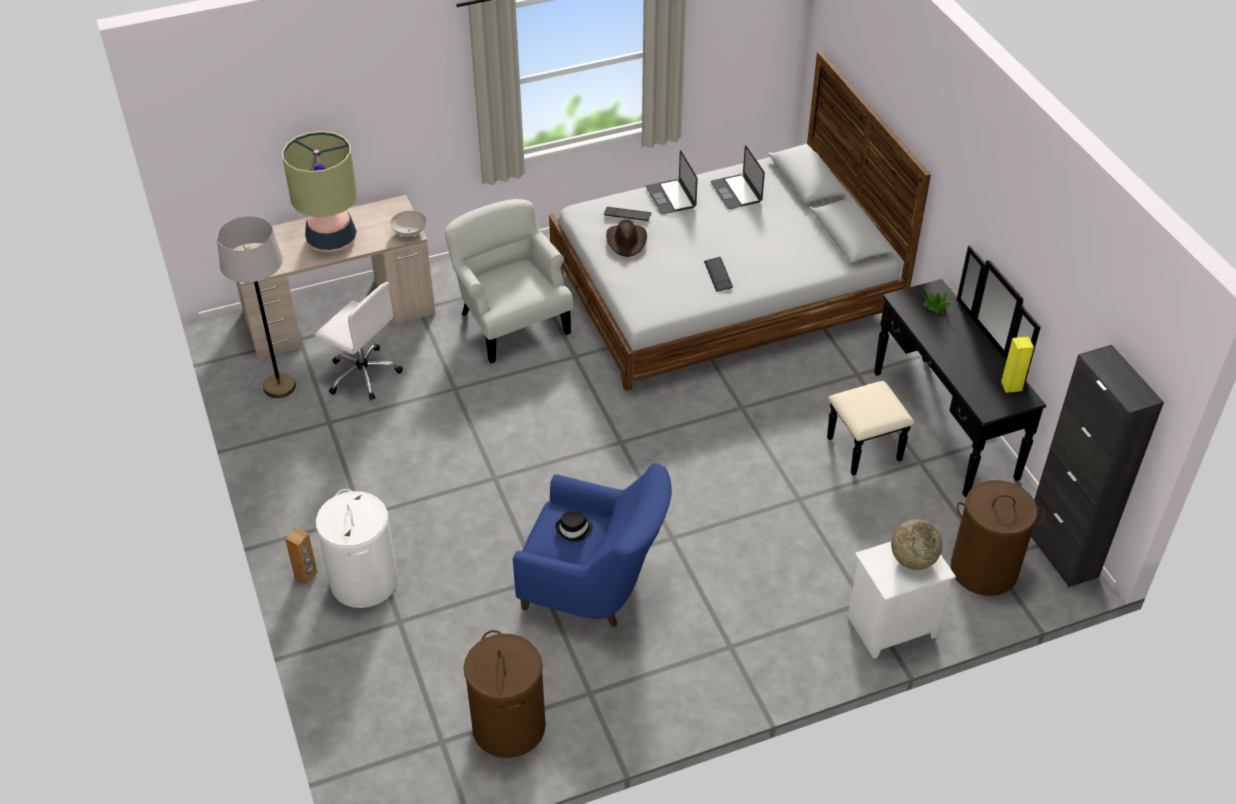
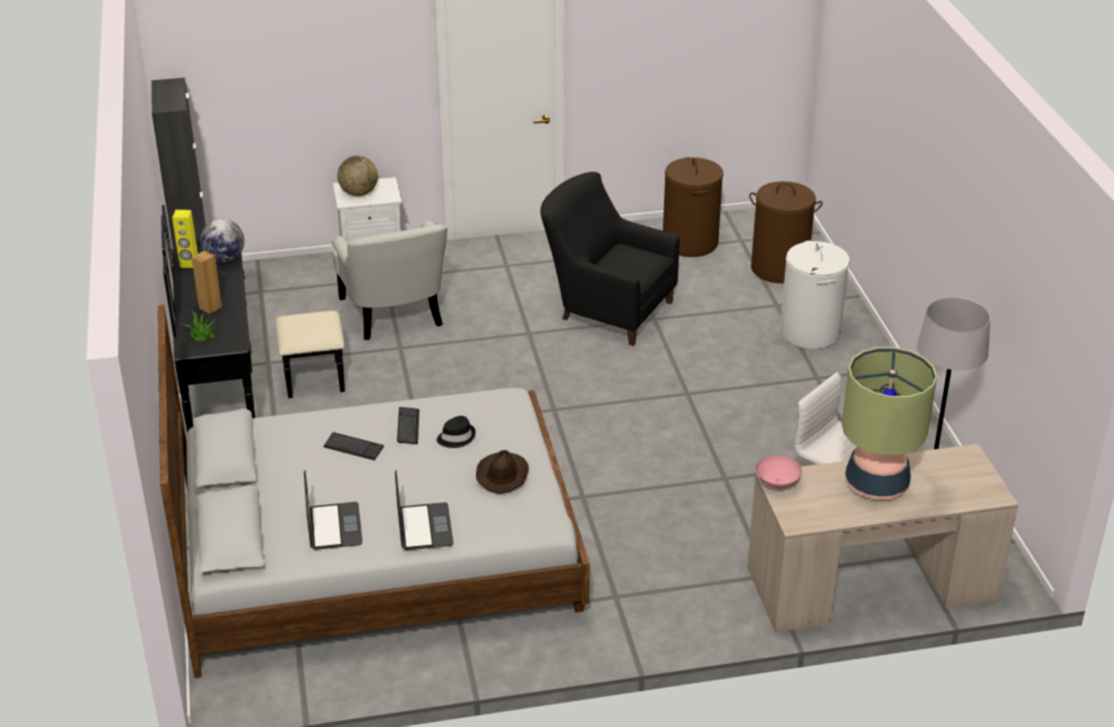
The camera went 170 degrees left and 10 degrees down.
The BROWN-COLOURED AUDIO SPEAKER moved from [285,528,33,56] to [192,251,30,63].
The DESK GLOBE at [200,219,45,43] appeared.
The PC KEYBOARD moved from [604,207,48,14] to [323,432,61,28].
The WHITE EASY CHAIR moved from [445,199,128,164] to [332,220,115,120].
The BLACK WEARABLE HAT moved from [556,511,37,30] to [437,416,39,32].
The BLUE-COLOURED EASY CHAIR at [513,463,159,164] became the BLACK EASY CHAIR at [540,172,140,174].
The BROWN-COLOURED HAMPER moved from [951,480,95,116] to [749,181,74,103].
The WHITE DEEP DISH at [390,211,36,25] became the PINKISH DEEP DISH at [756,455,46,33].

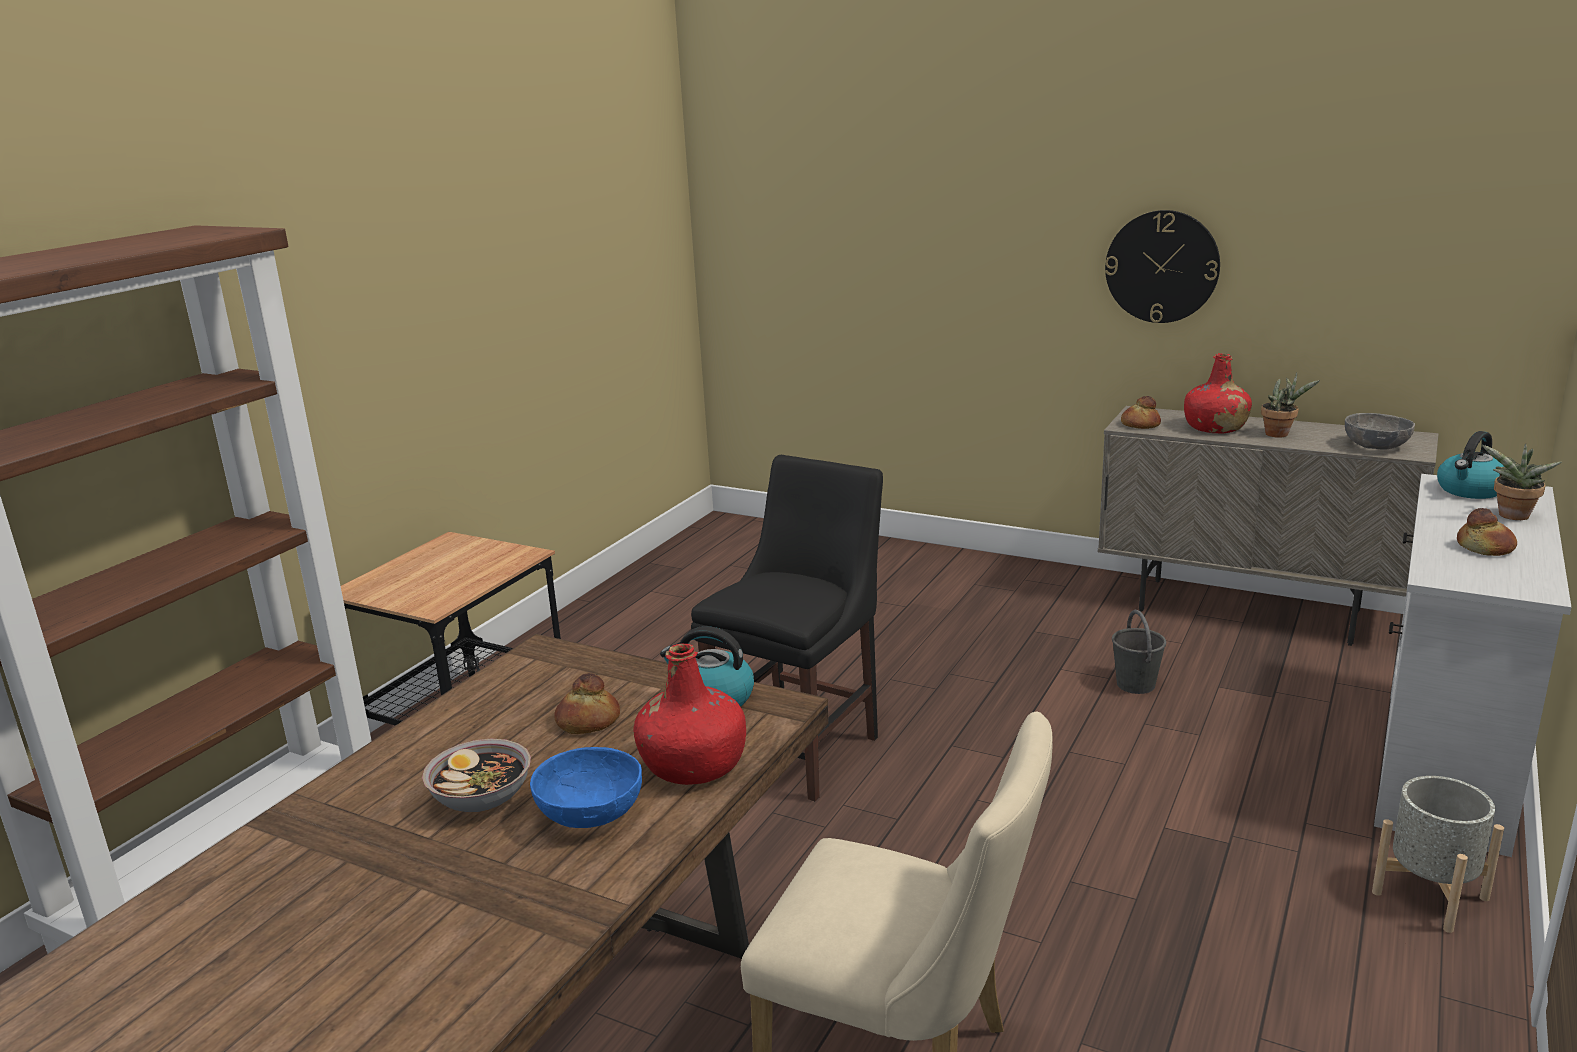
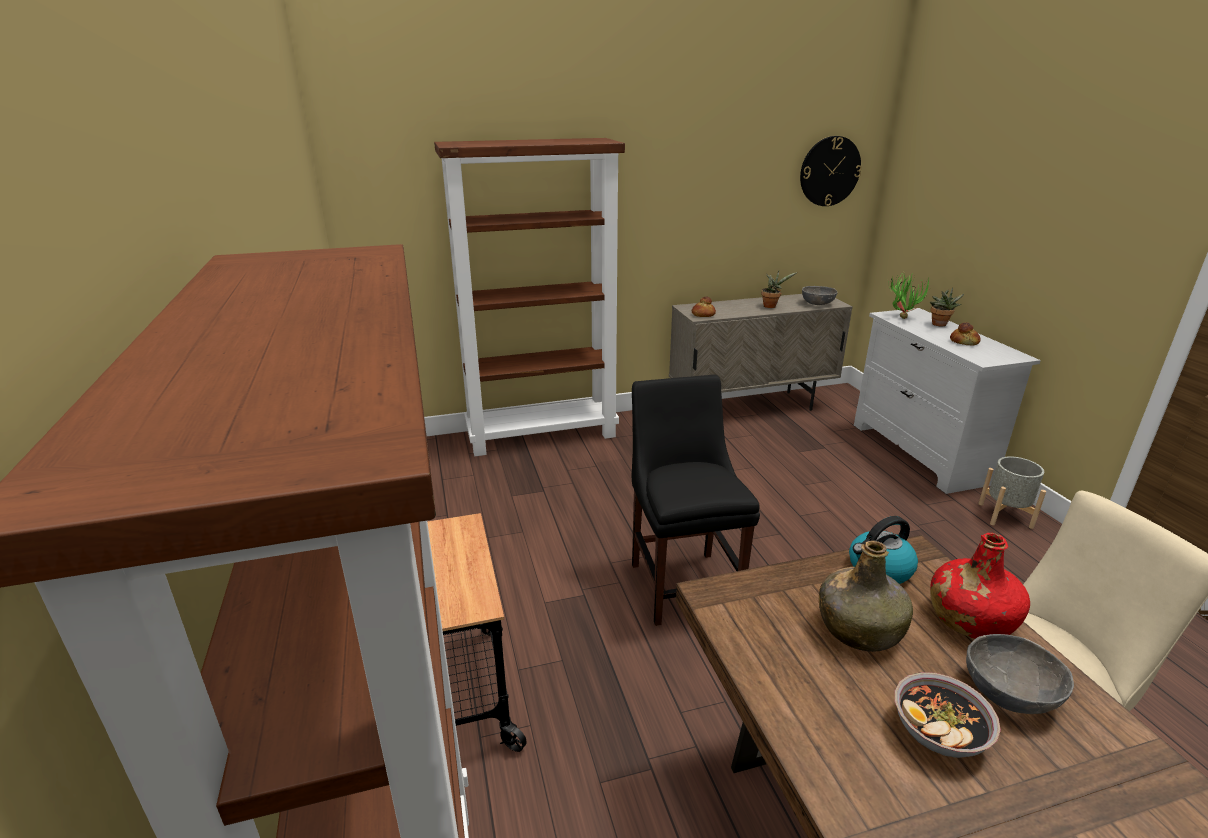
The camera went 45 degrees left and 5 degrees up.
The BROWN-COLOURED SHELVING UNIT at [434,138,191,318] appeared.
The CLOCK ON THE WALL moved from [1105,210,115,113] to [800,136,62,70].
The BREAD at [554,673,66,61] was replaced by the GREEN BEVERAGE BOTTLE at [819,540,94,112].
The TEA KETTLE at [1437,431,68,68] was replaced by the PLANT IN A POT at [888,272,41,47].
The BLUE-COLOURED DEEP DISH at [530,747,112,81] became the GREY DEEP DISH at [966,634,108,80].
The GREY BUCKET at [1112,610,54,84] disappeared.
The RED BEVERAGE BOTTLE at [1184,353,68,81] disappeared.

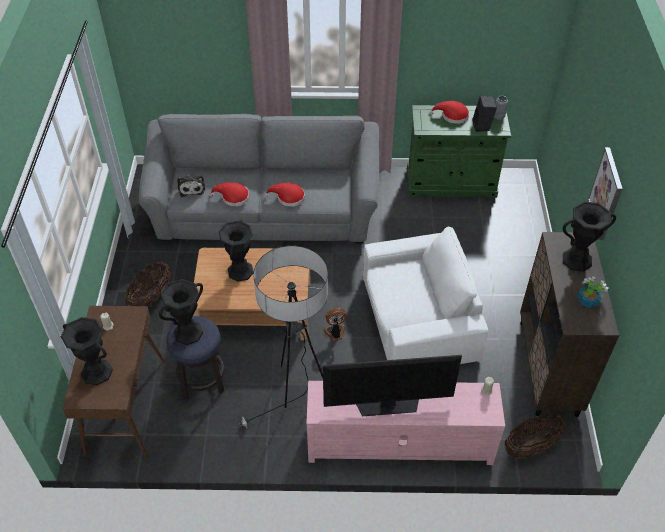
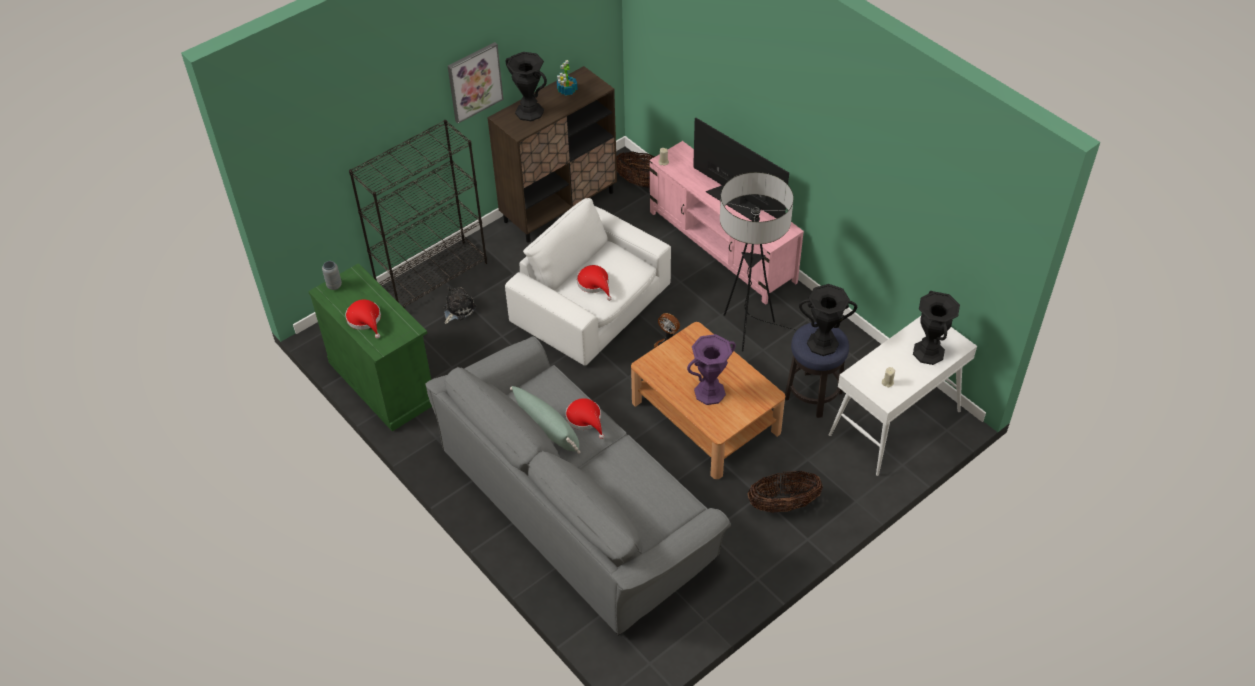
The camera went 130 degrees left and 0 degrees up.
The BLACK SHELVING UNIT at [349,120,138,188] appeared.
The CUDDLY TOY moved from [177,175,28,22] to [443,286,33,38].
The GREEN CUSHION at [510,386,71,68] appeared.
The RED WEARABLE HAT moved from [209,182,40,24] to [577,265,35,36].
The BLACK VASE at [219,220,35,62] became the PURPLE-COLOURED VASE at [687,334,49,71].
The BROWN-COLOURED NARROW TABLE at [62,306,103,152] became the WHITE NARROW TABLE at [829,316,148,160].
The BLACK AUDIO SPEAKER at [473,96,24,36] disappeared.

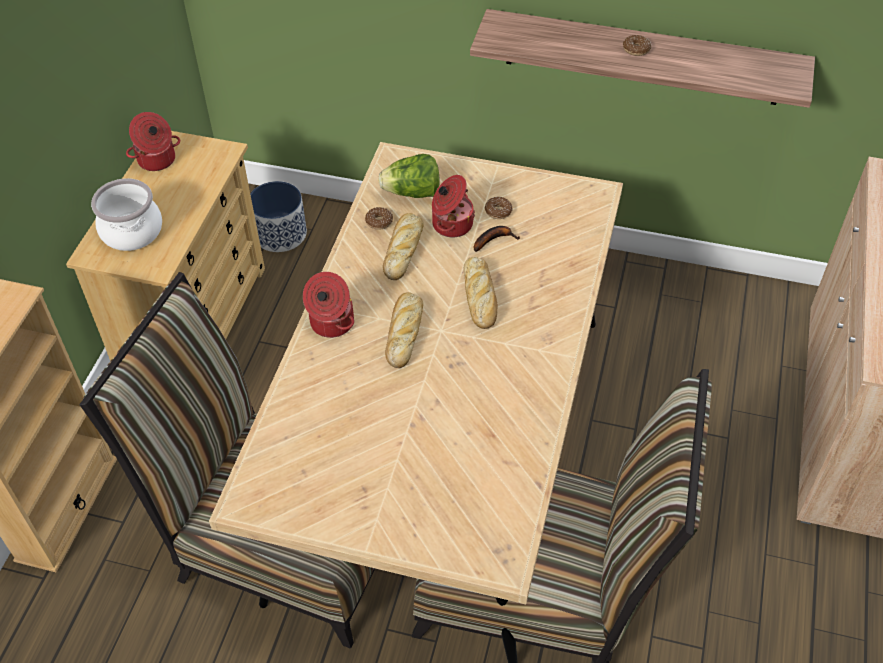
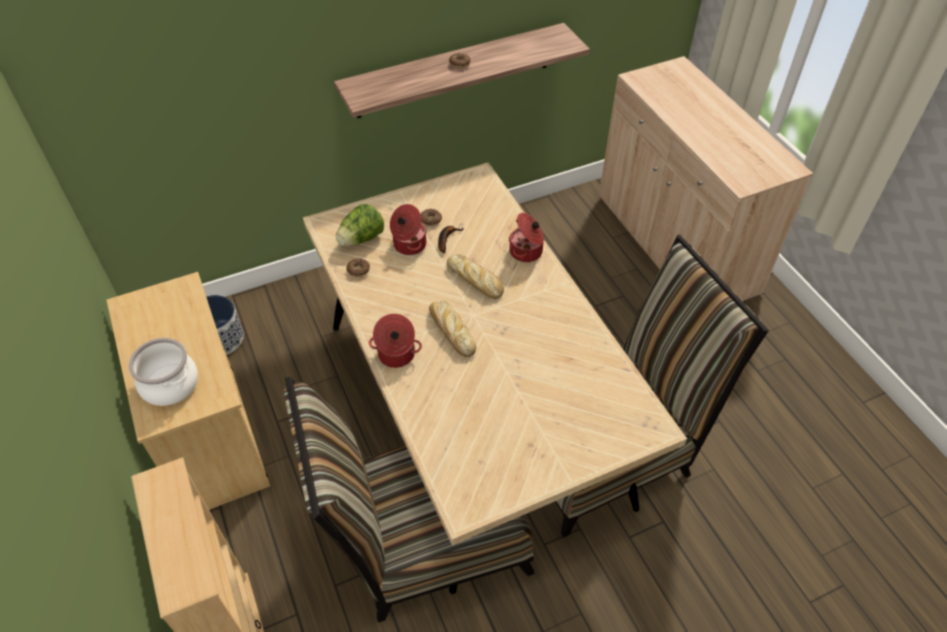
The camera went 40 degrees left and 0 degrees up.
The COOKING POT moved from [126,112,54,59] to [509,213,35,49].
The BREAD at [383,213,41,67] disappeared.

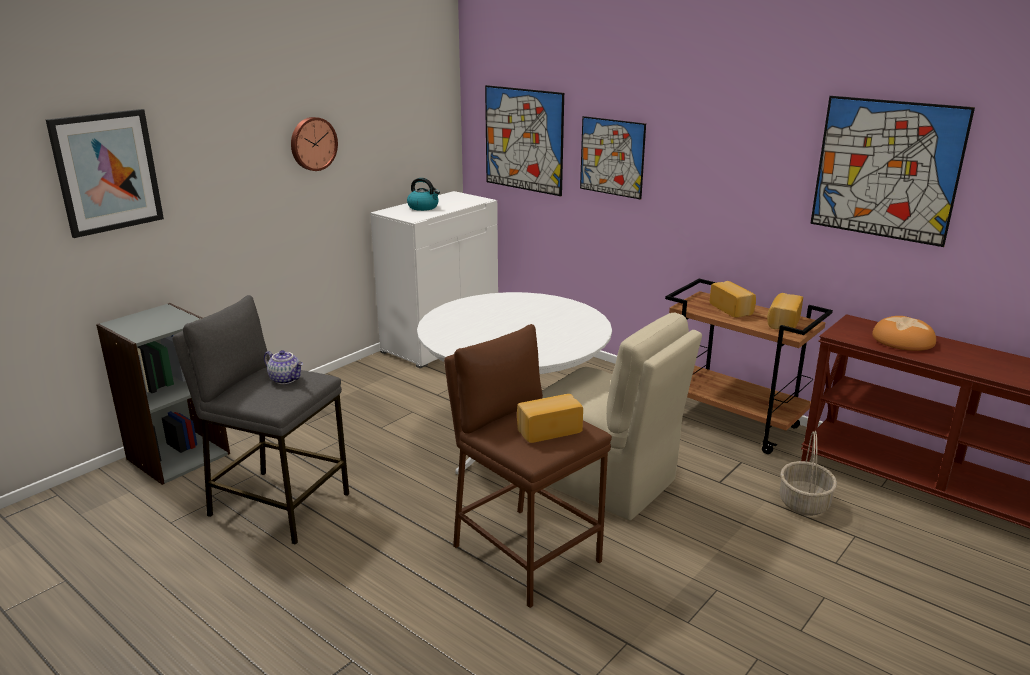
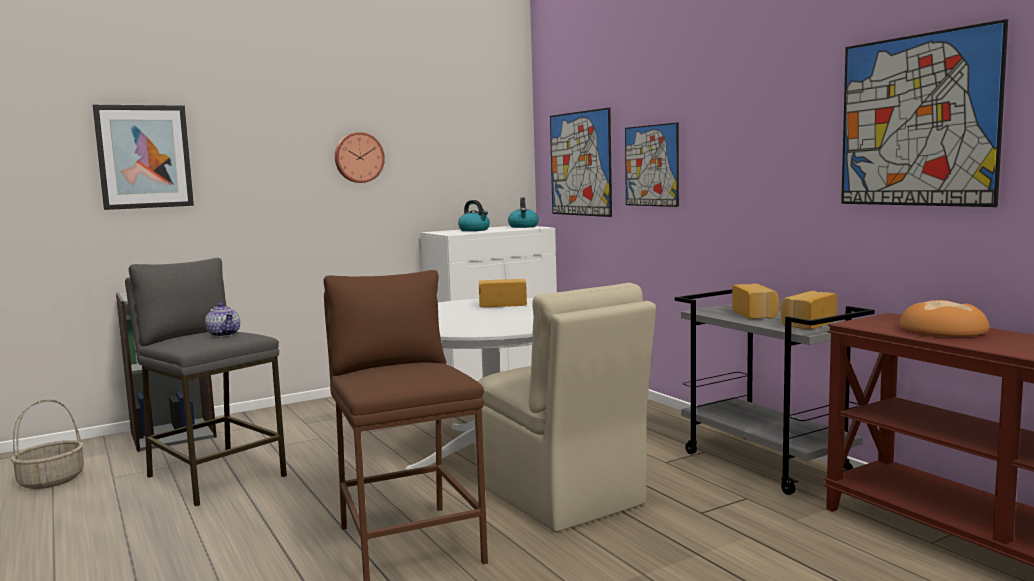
The camera went 20 degrees right and 15 degrees down.
The HOUSEHOLD BASKET moved from [780,431,57,85] to [11,399,73,90].
The BREAD moved from [517,394,66,49] to [479,279,48,28].
The TEA KETTLE at [508,197,31,31] appeared.
The BROWN-COLOURED WHEELED CART at [665,279,168,175] became the GREY WHEELED CART at [675,289,200,206].

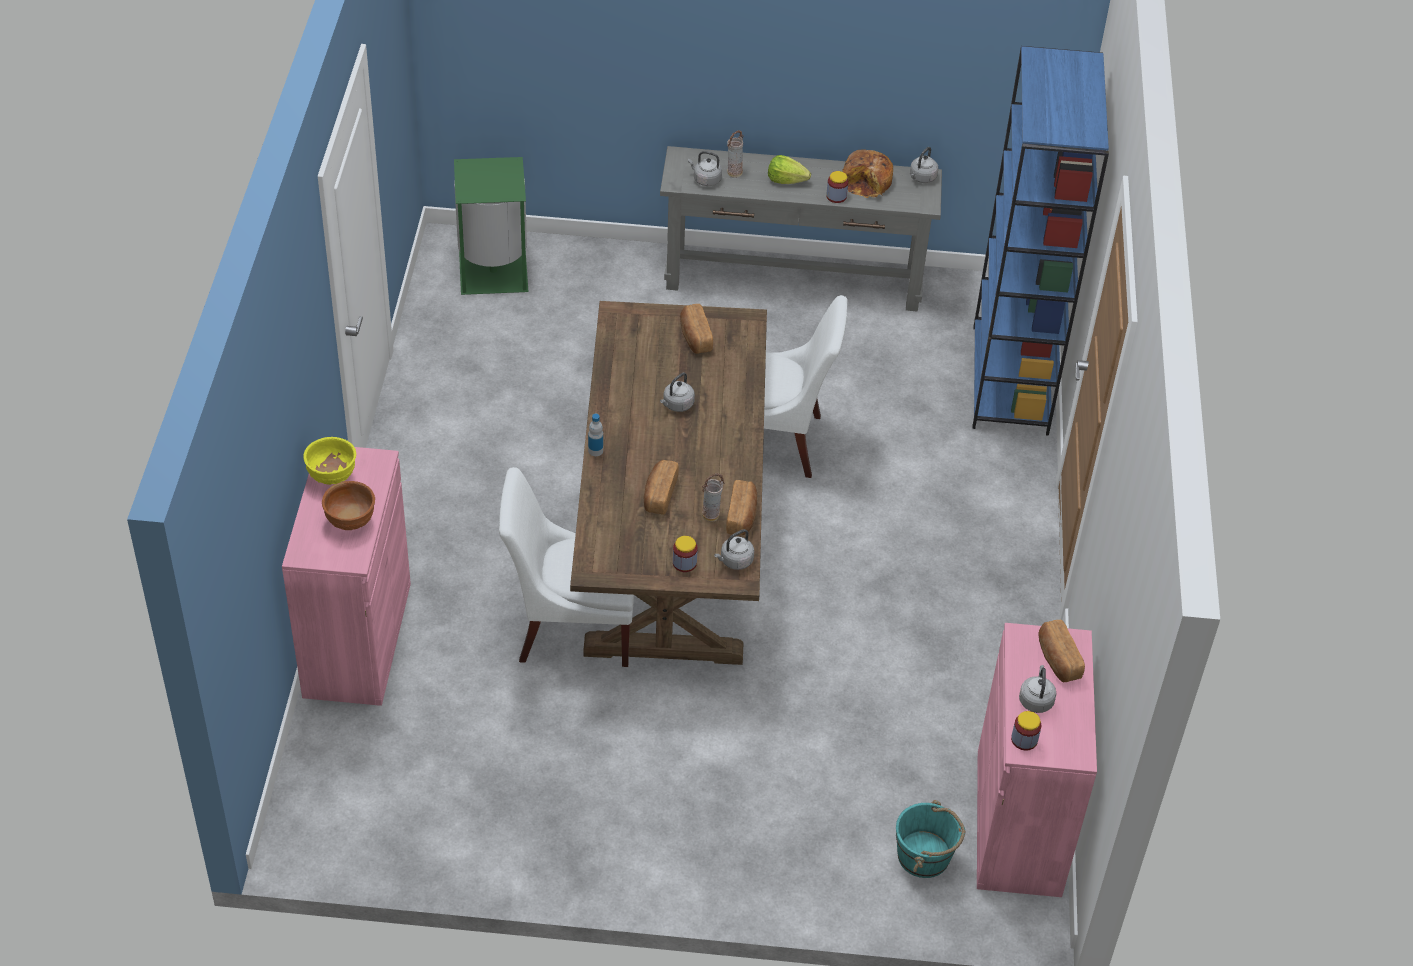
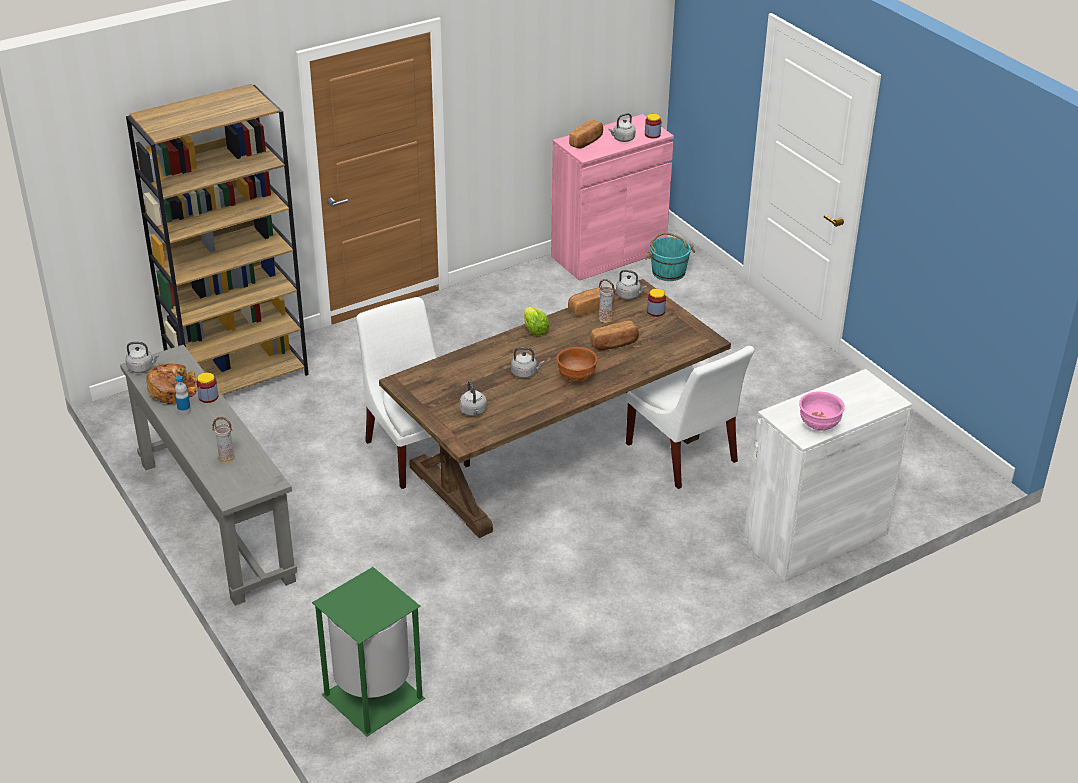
The camera went 125 degrees left and 10 degrees down.
The BLUE-COLOURED SHELVING UNIT at [972,46,137,390] became the BROWN-COLOURED SHELVING UNIT at [126,84,183,311].
The BEVERAGE BOTTLE moved from [588,414,15,42] to [175,376,16,40].
The GREY TEA KETTLE moved from [688,151,34,35] to [460,381,27,35].
The HEAD OF LETTUCE moved from [768,155,43,29] to [524,307,26,28].
The BROWN-COLOURED DEEP DISH moved from [322,481,53,49] to [556,347,41,35].
The PINKISH CUPBOARD at [282,447,129,259] became the WHITE CUPBOARD at [743,369,169,213].
The YELLOW-COLOURED DEEP DISH at [303,437,53,48] became the PINKISH DEEP DISH at [799,392,46,39].
The BREAD at [680,304,33,50] disappeared.

